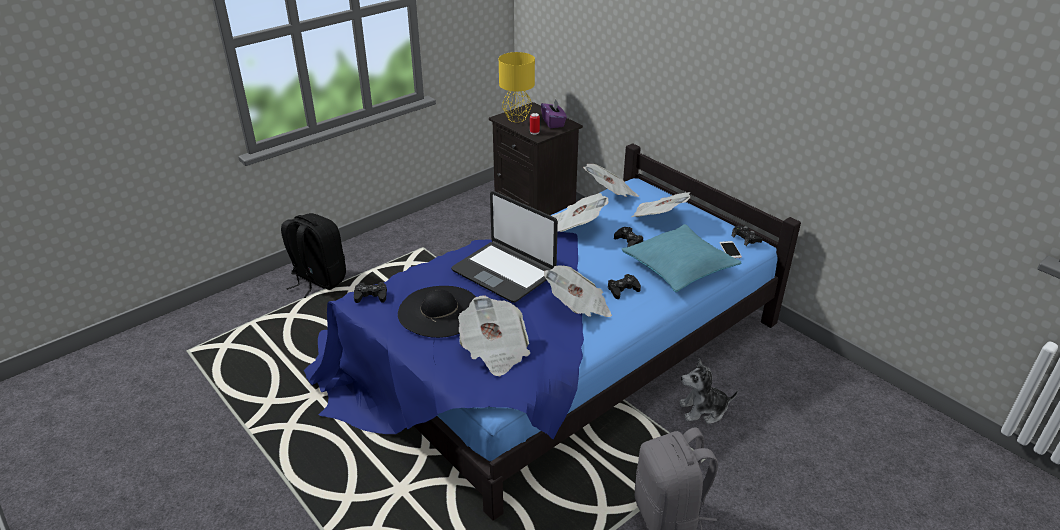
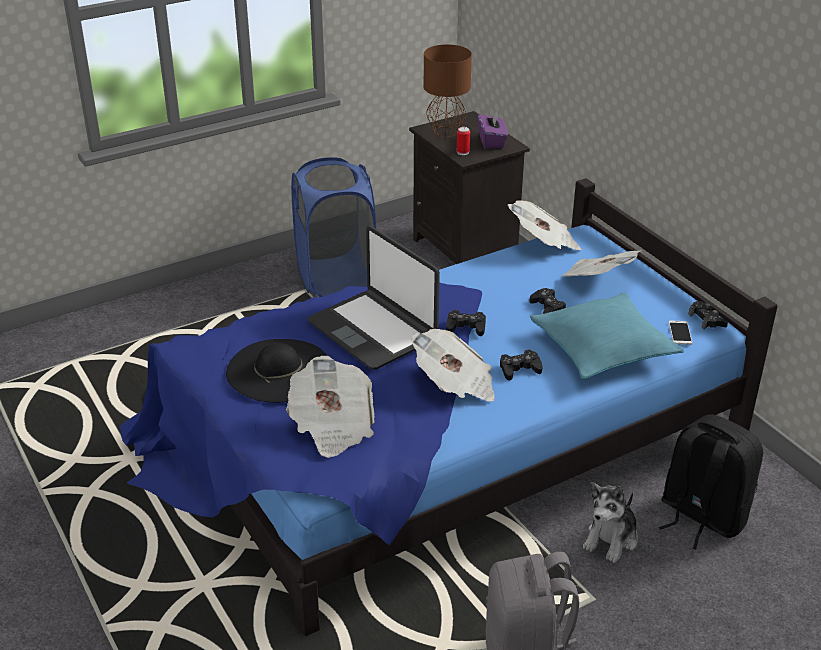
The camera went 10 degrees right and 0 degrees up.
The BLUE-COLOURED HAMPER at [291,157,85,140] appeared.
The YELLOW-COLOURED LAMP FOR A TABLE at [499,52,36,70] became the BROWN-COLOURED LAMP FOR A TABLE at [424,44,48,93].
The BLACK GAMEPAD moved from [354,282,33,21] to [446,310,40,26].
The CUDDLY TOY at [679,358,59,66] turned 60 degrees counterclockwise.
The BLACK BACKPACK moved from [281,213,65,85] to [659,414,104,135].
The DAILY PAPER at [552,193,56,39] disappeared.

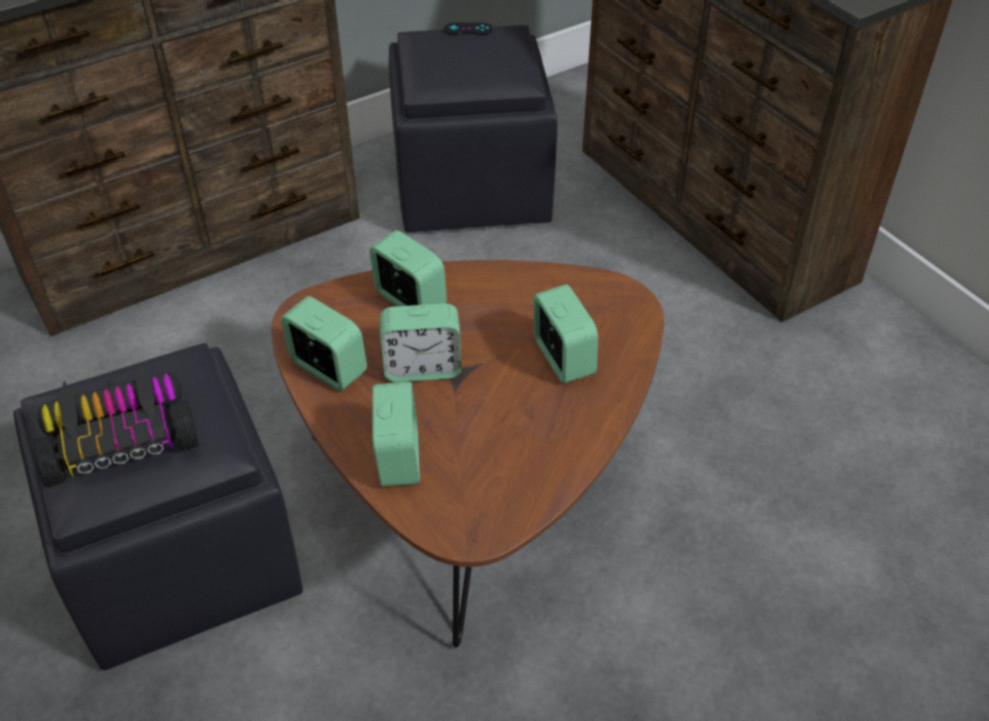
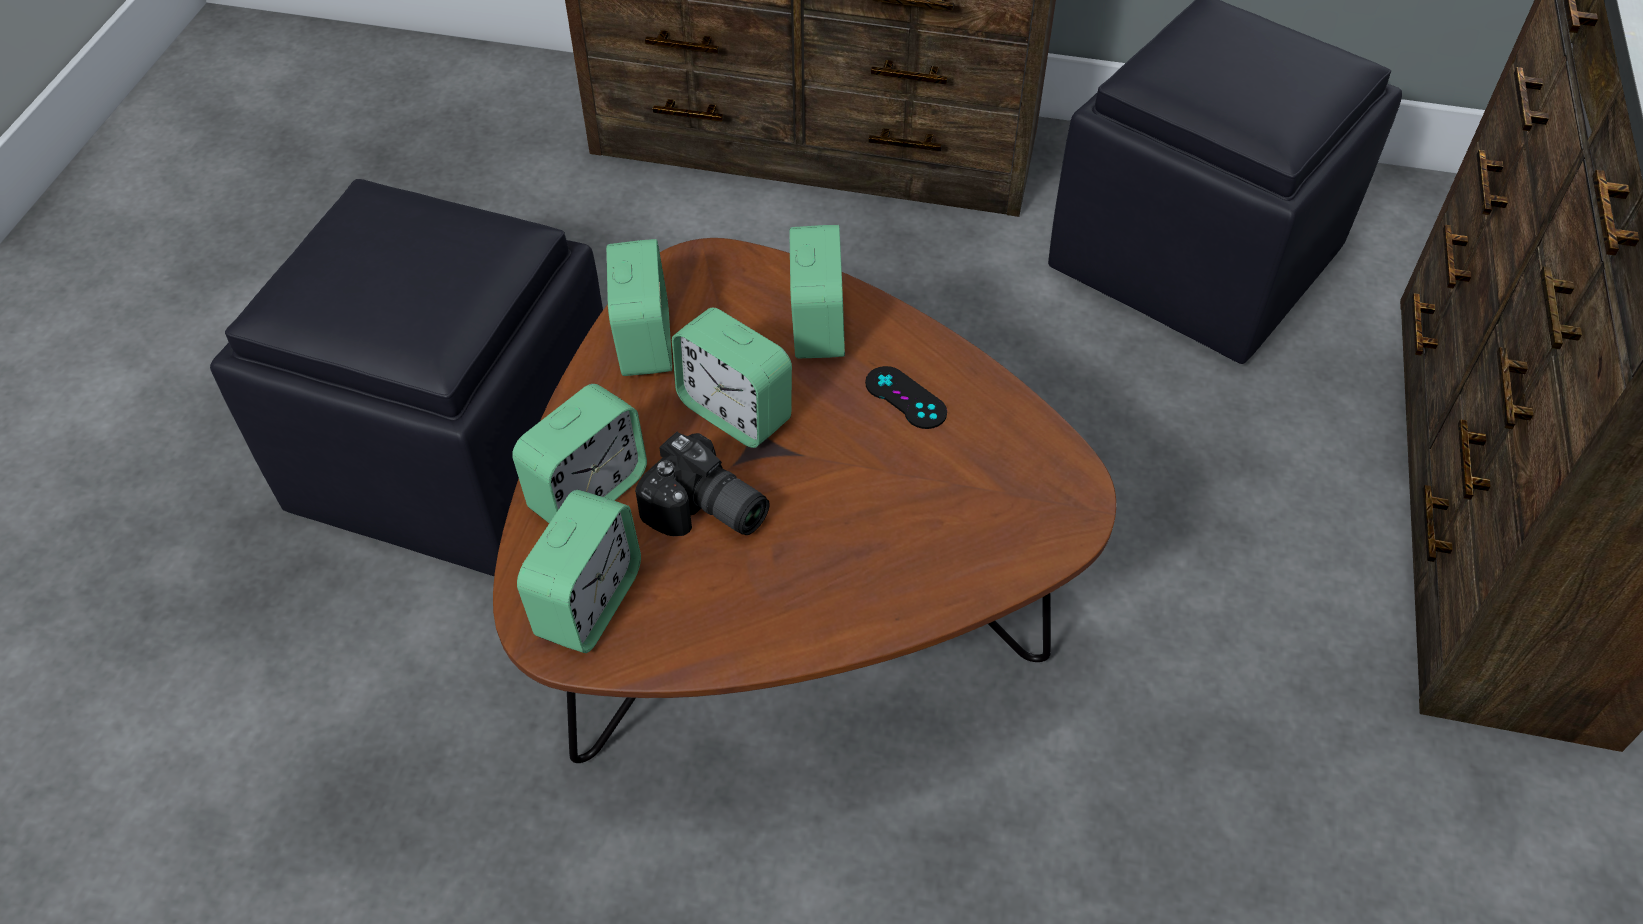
The camera went 45 degrees right and 5 degrees up.
The ALARM CLOCK moved from [533,284,65,100] to [517,490,124,163].
The STILL CAMERA at [635,431,135,105] appeared.
The BLACK GAMEPAD moved from [444,22,49,13] to [865,366,82,63].
The MINIATURE CAR at [33,362,166,125] disappeared.

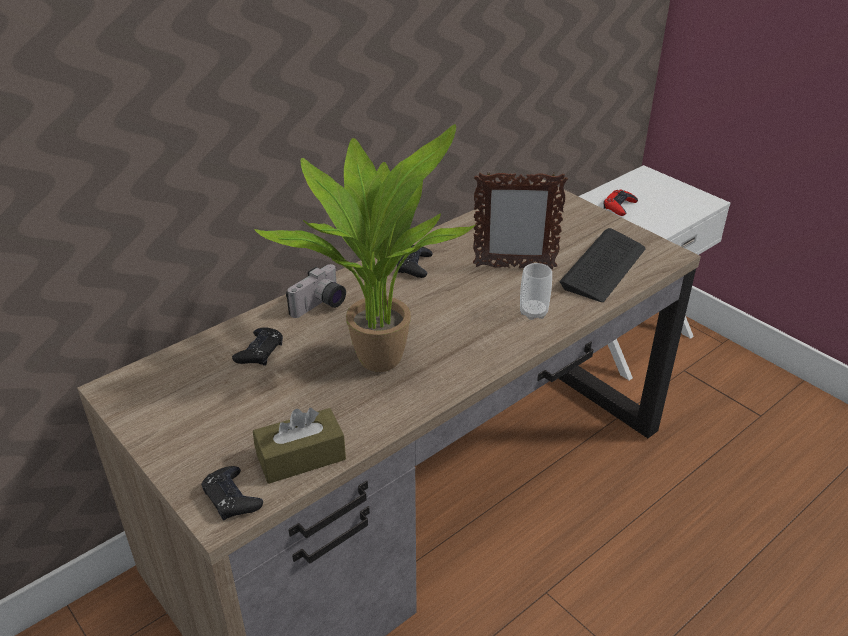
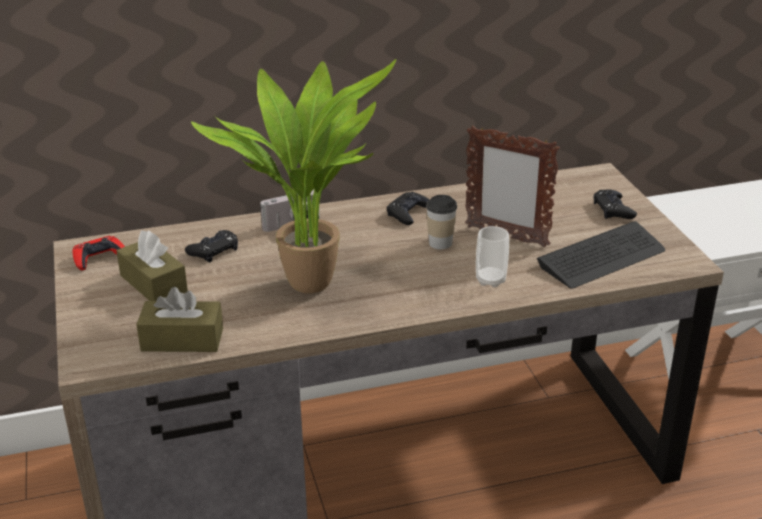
The camera went 25 degrees right and 5 degrees down.
The RED GAMEPAD moved from [604,189,34,27] to [73,236,52,35].
The BROWN-COLOURED TISSUE HOLDER at [116,230,72,71] appeared.
The SMALL CUP at [426,195,31,54] appeared.
The BLACK GAMEPAD moved from [201,466,62,55] to [594,190,43,29].

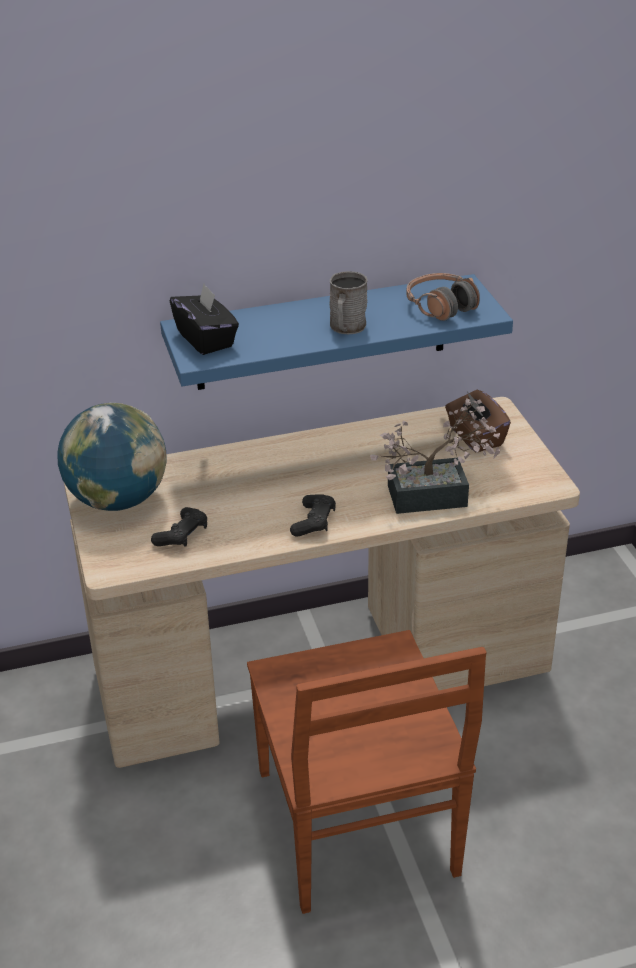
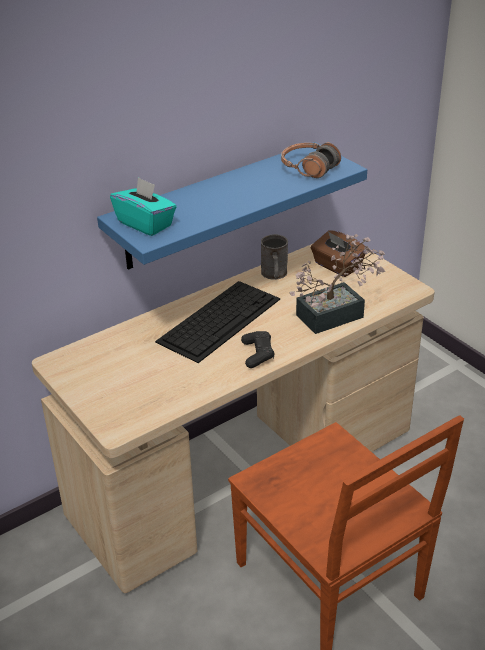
The camera went 20 degrees left and 0 degrees up.
The BLACK TISSUE HOLDER at [170,284,69,71] became the BLUE-GREEN TISSUE HOLDER at [110,177,67,59].
The PC KEYBOARD at [155,281,125,82] appeared.
The GREY COFFEE MUG moved from [330,271,38,63] to [261,234,27,46].
The DESK GLOBE at [57,403,110,108] disappeared.
The BLACK GAMEPAD at [151,507,56,40] disappeared.

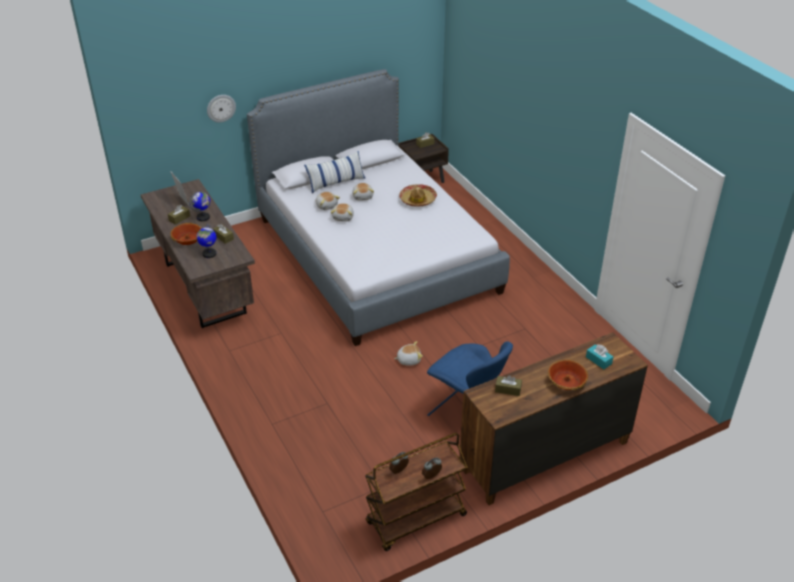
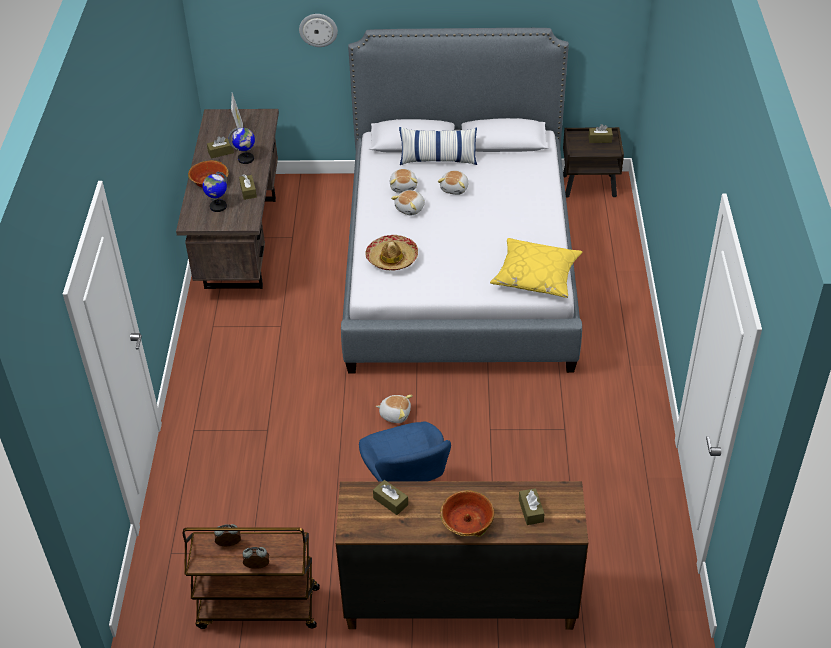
The camera went 30 degrees right and 5 degrees up.
The WEARABLE HAT moved from [399,184,38,23] to [365,235,53,36].
The YELLOW-COLOURED CUSHION at [490,238,92,60] appeared.
The BLUE-GREEN TISSUE HOLDER at [586,344,27,25] became the BROWN-COLOURED TISSUE HOLDER at [519,488,26,37].

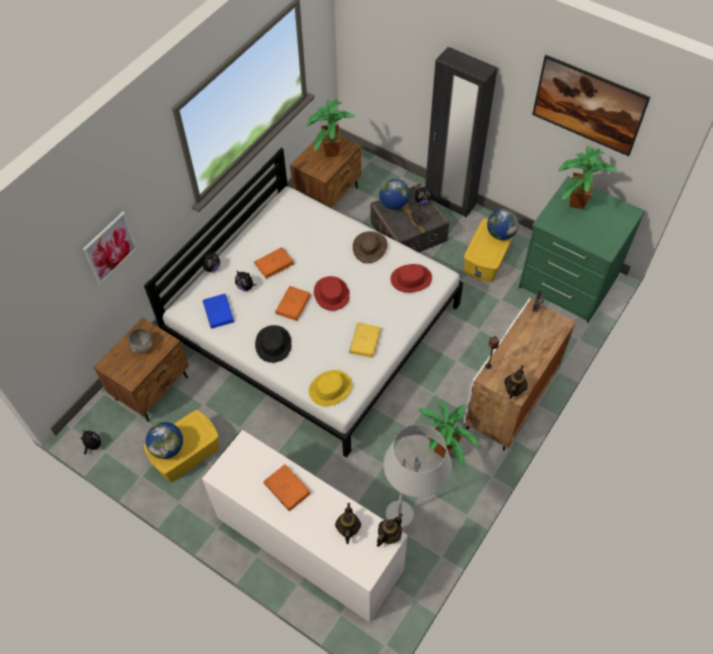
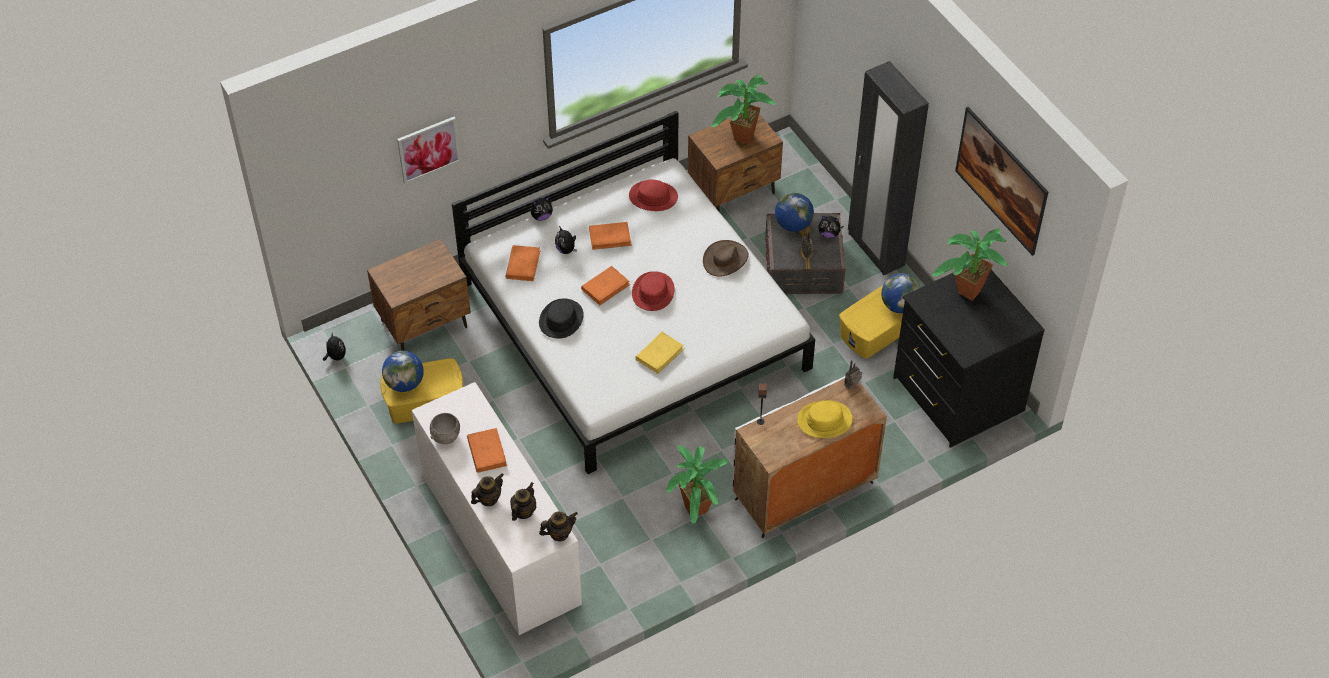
The camera went 25 degrees right and 5 degrees down.
The GREY DEEP DISH moved from [128,328,25,26] to [430,413,30,32].
The POT FOR TEA moved from [504,365,24,34] to [471,473,33,33].
The BLUE-COLOURED BOOK at [203,294,31,35] became the ORANGE BOOK at [506,245,34,36].
The RED WEARABLE HAT moved from [390,264,42,29] to [629,180,49,31].
The YELLOW-COLOURED WEARABLE HAT moved from [309,370,43,36] to [797,400,56,38].
The GREEN DRESSER at [518,176,127,147] became the BLACK DRESSER at [893,270,152,178].
The WHITE STANDARD LAMP at [384,424,68,104] disappeared.

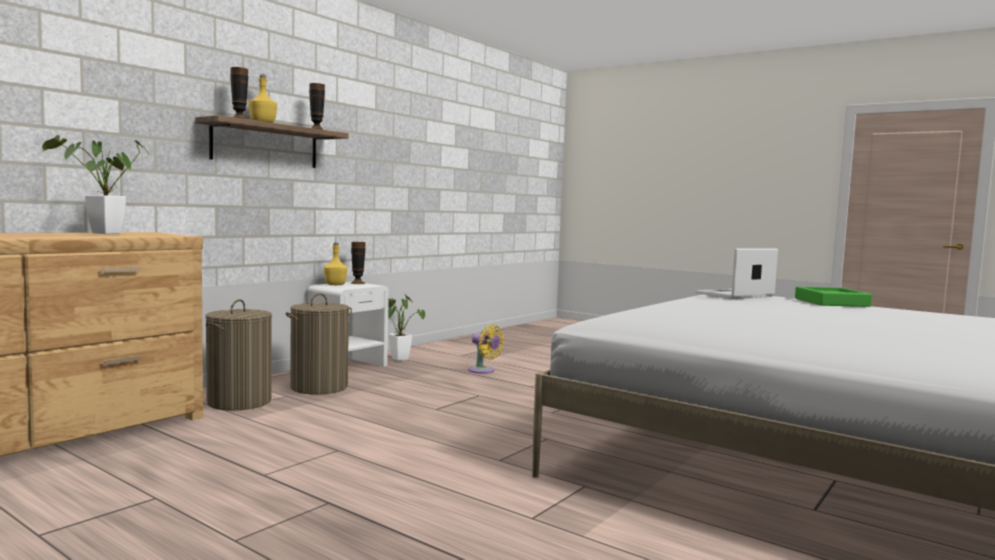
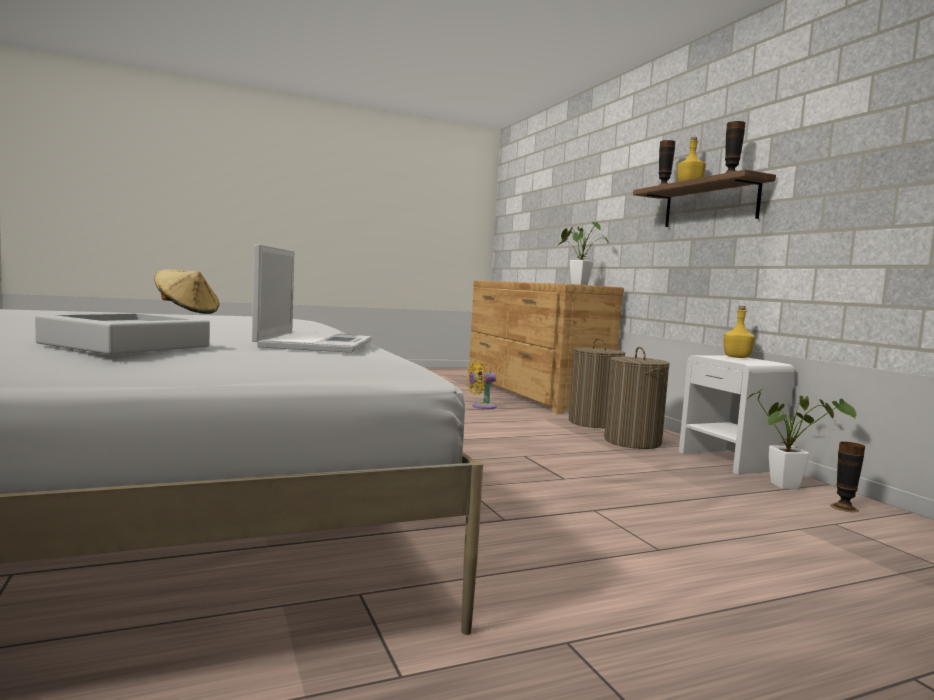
The camera went 120 degrees right and 0 degrees up.
The GREEN TRAY at [795,287,77,20] became the GREY TRAY at [35,313,175,42].
The SAND-COLOURED WEARABLE HAT at [154,269,65,45] appeared.
The YELLOW-COLOURED ELECTRIC FAN moved from [468,324,36,50] to [467,362,30,47].
The VASE moved from [350,242,16,42] to [830,442,35,70].

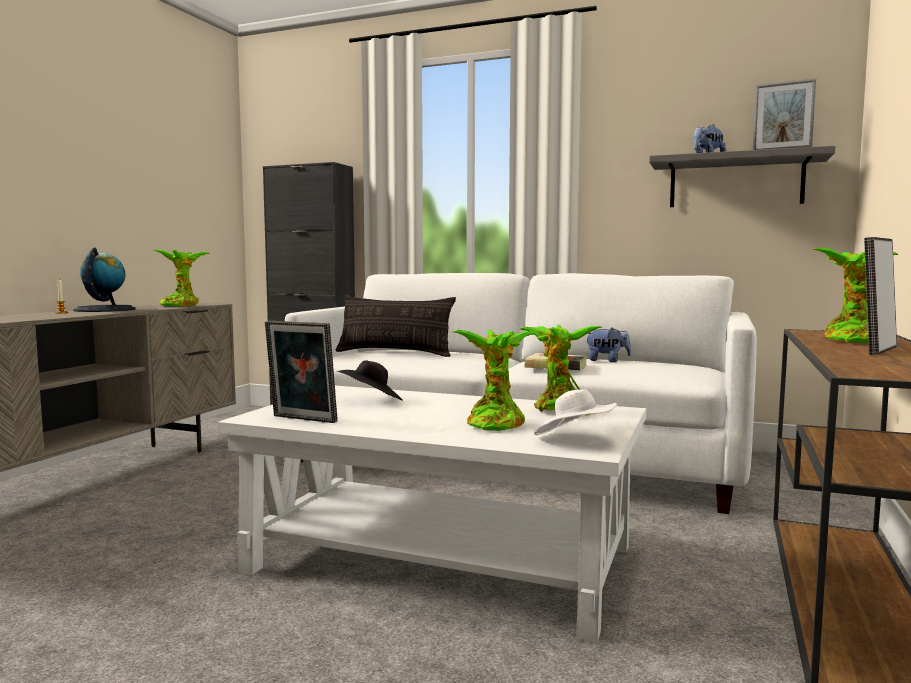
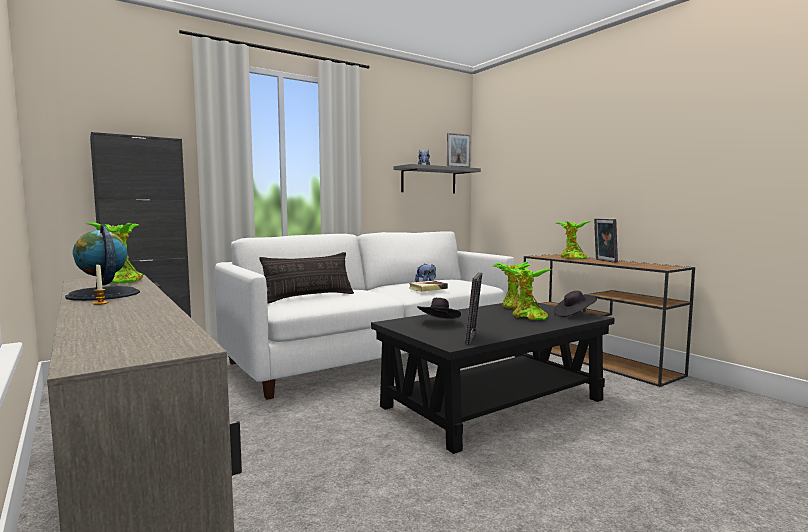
The camera went 55 degrees left and 0 degrees up.
The WHITE LOW TABLE at [217,386,429,257] became the BLACK LOW TABLE at [371,302,244,152].
The PHOTO FRAME at [265,321,73,102] turned 45 degrees counterclockwise.
The WHITE WEARABLE HAT at [534,389,83,46] became the BLACK WEARABLE HAT at [554,291,43,26].

